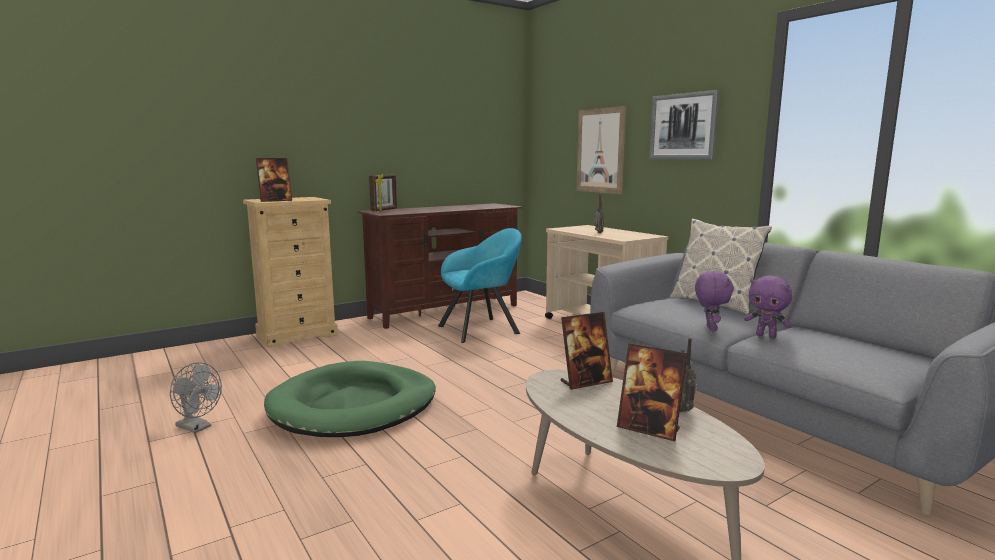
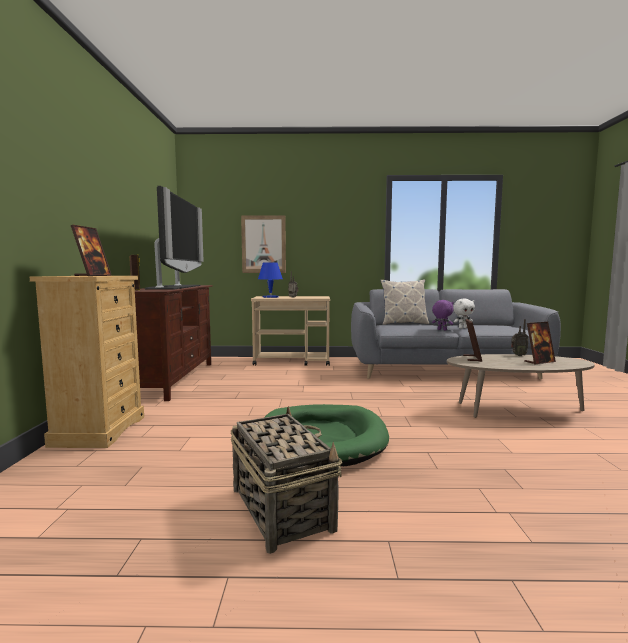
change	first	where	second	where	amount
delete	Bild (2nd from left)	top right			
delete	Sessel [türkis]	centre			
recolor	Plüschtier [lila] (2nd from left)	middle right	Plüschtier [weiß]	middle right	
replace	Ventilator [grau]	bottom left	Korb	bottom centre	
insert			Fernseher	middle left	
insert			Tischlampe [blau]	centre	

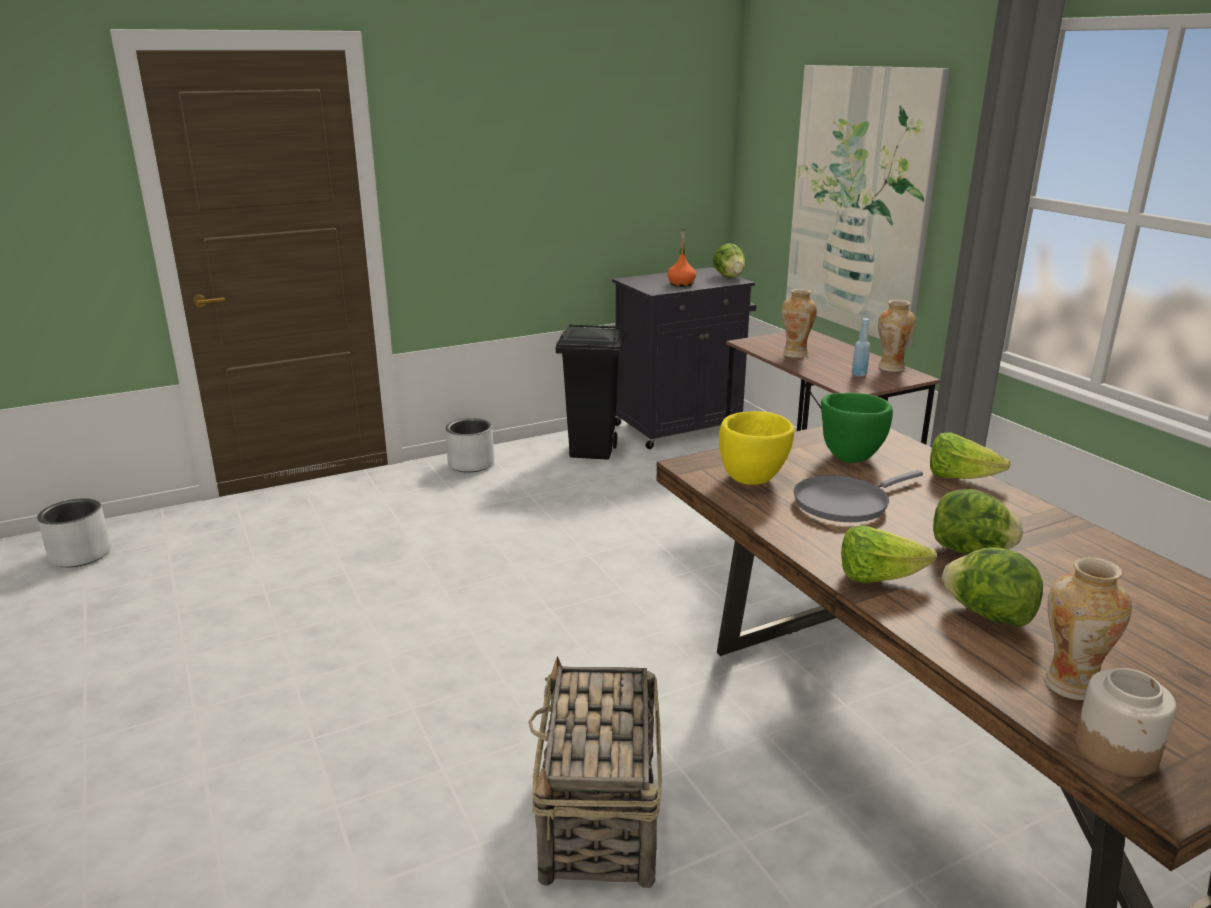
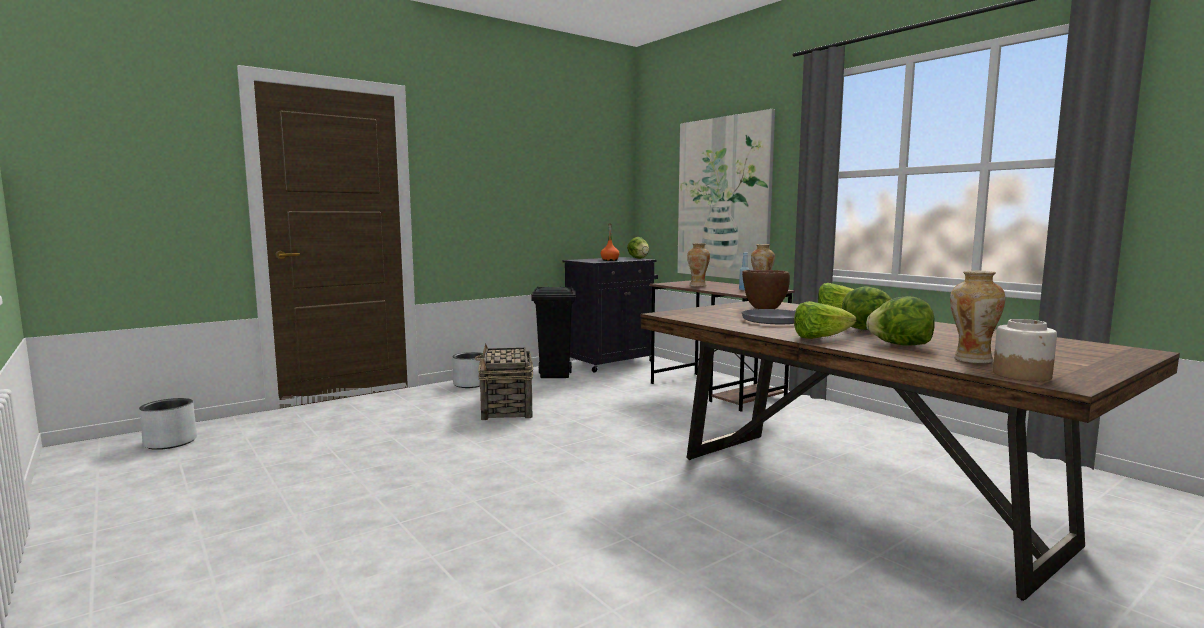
change	first	where	second	where	amount
recolor	Schüssel [grün]	middle right	Schüssel [braun]	centre	
delete	Schüssel [gelb]	centre			
move	Korb	bottom centre		centre	

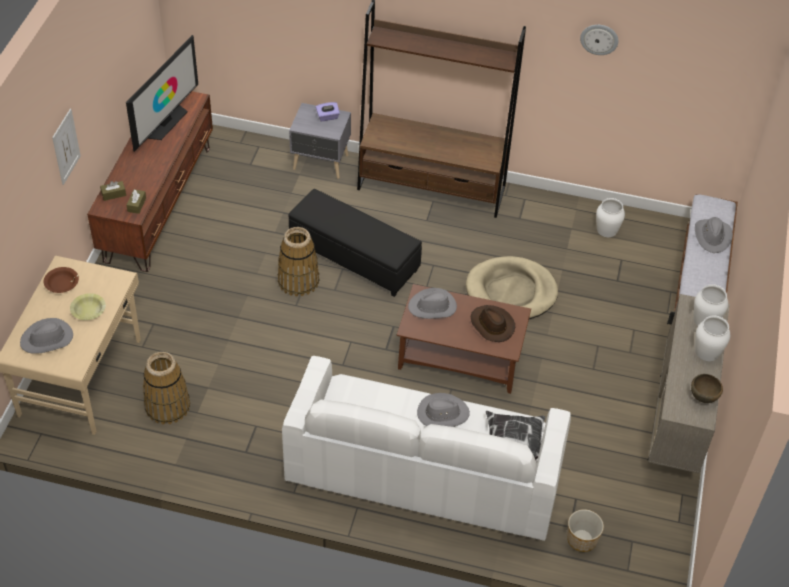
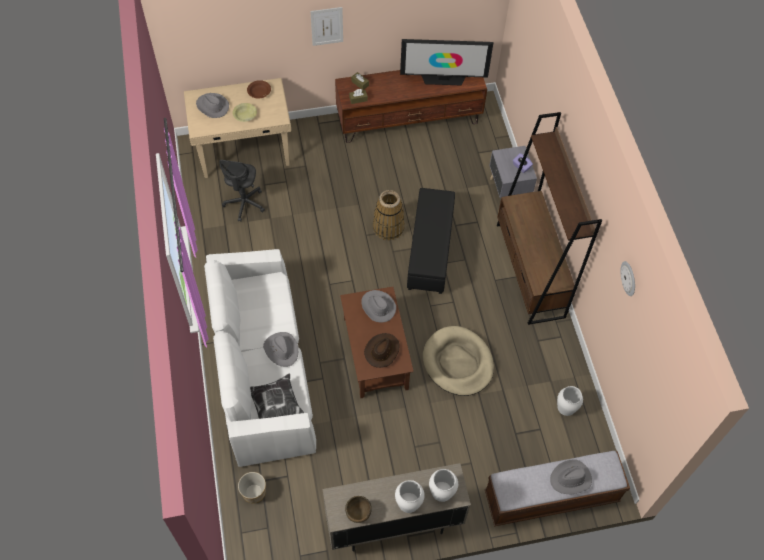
change	first	where	second	where	amount
replace	Korb (1st from left)	middle left	Bürostuhl [grau]	middle left	

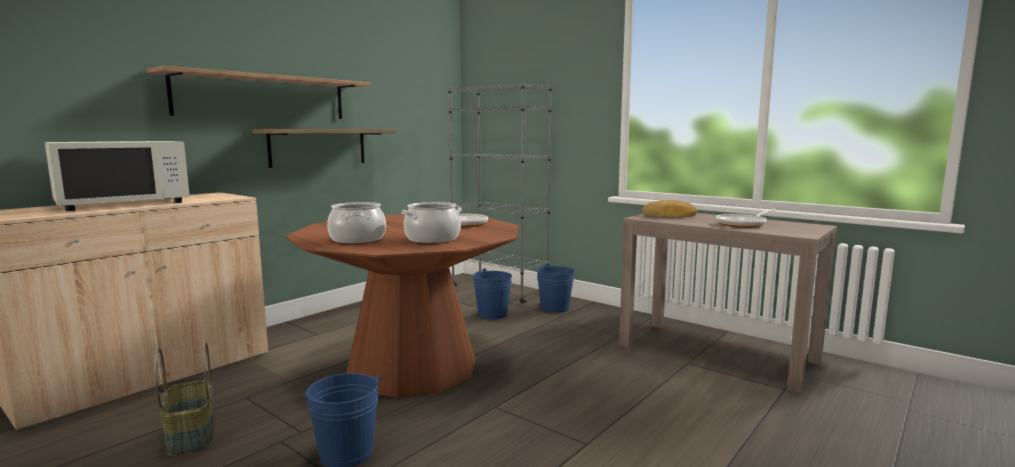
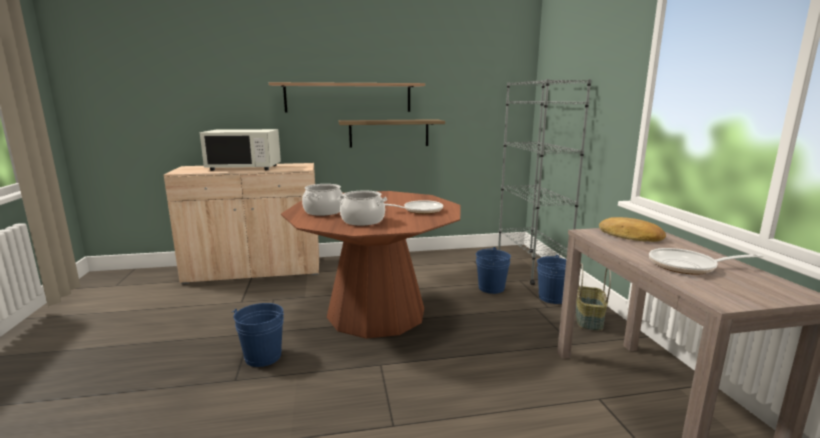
change	first	where	second	where	amount
move	Korb	bottom left		bottom right	

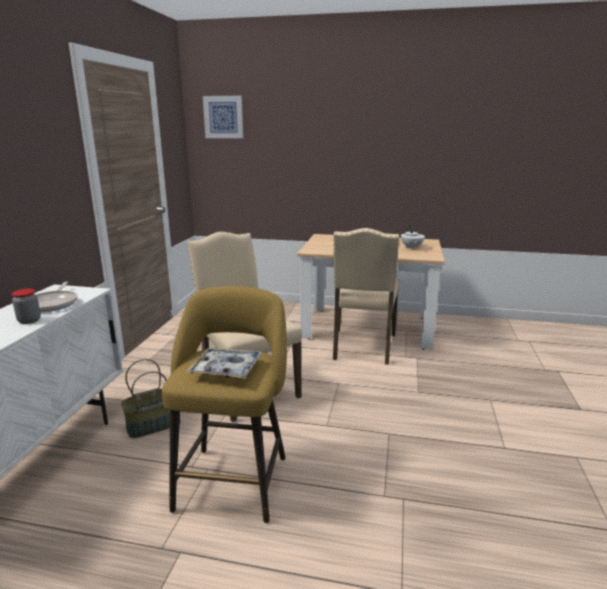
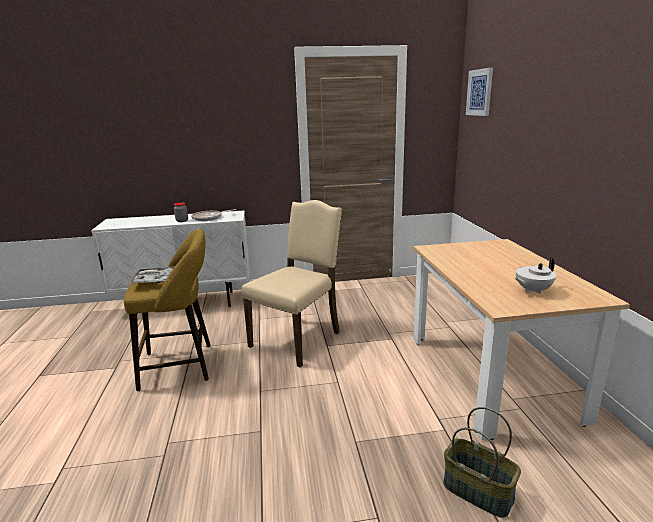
change	first	where	second	where	amount
delete	Stuhl [beige] (2nd from left)	centre			
move	Korb	bottom left		bottom right	

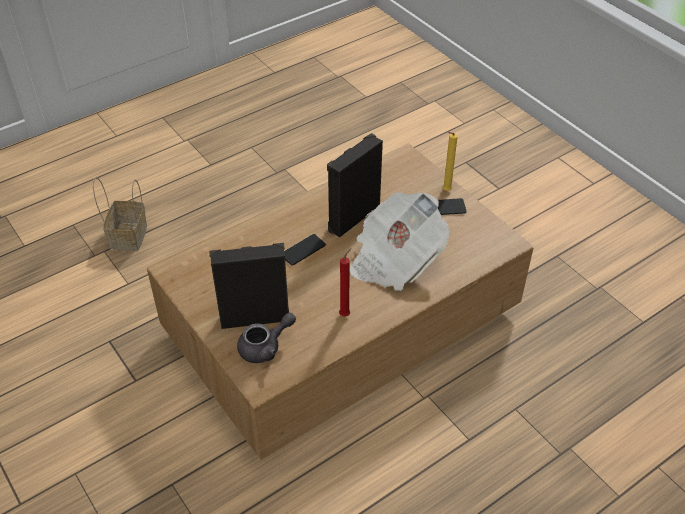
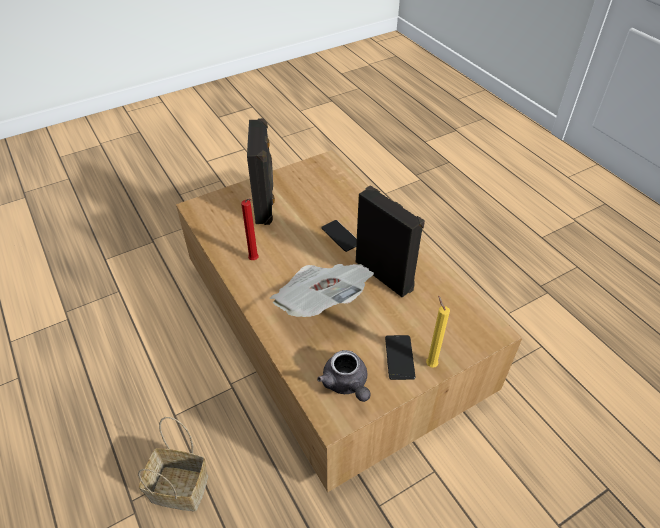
change	first	where	second	where	amount
move	Korb	middle left		bottom left	
move	Teekanne [grau]	centre		bottom centre	

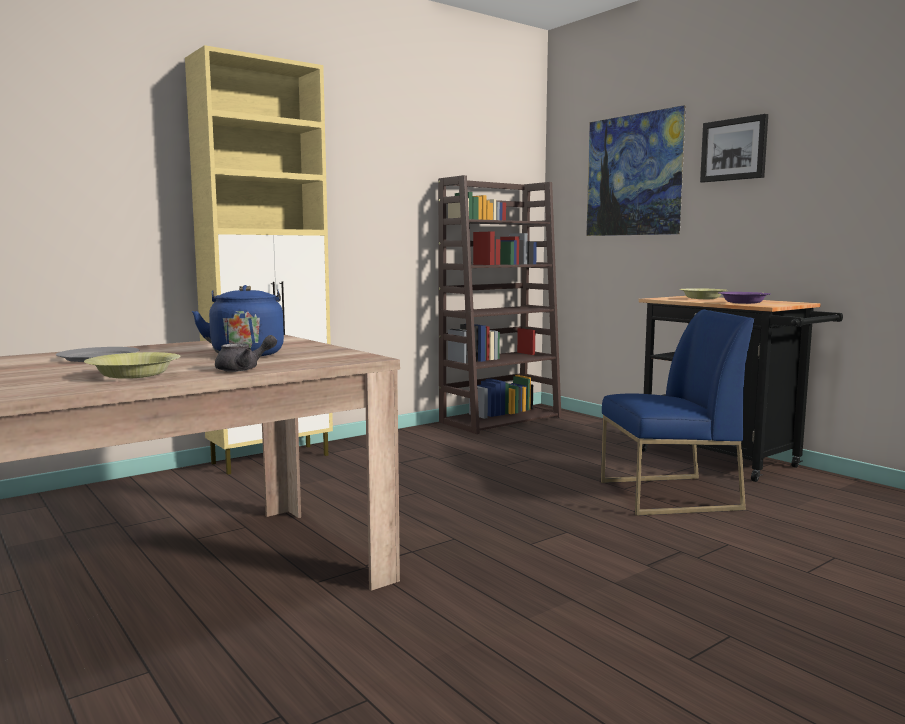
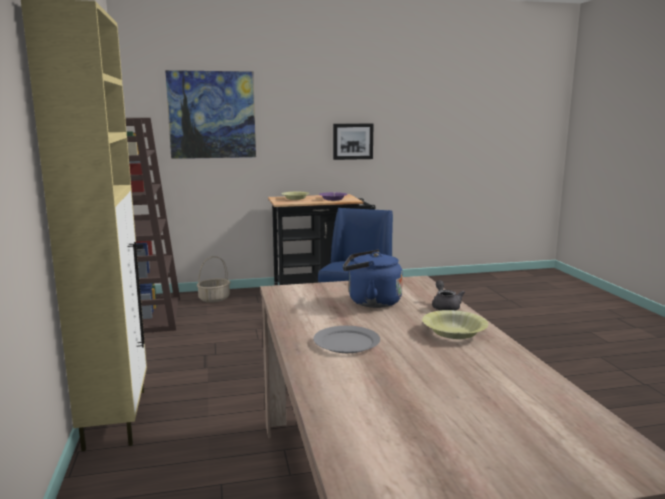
change	first	where	second	where	amount
move	Bild (2nd from left)	top right		top centre	
insert			Korb	middle left	

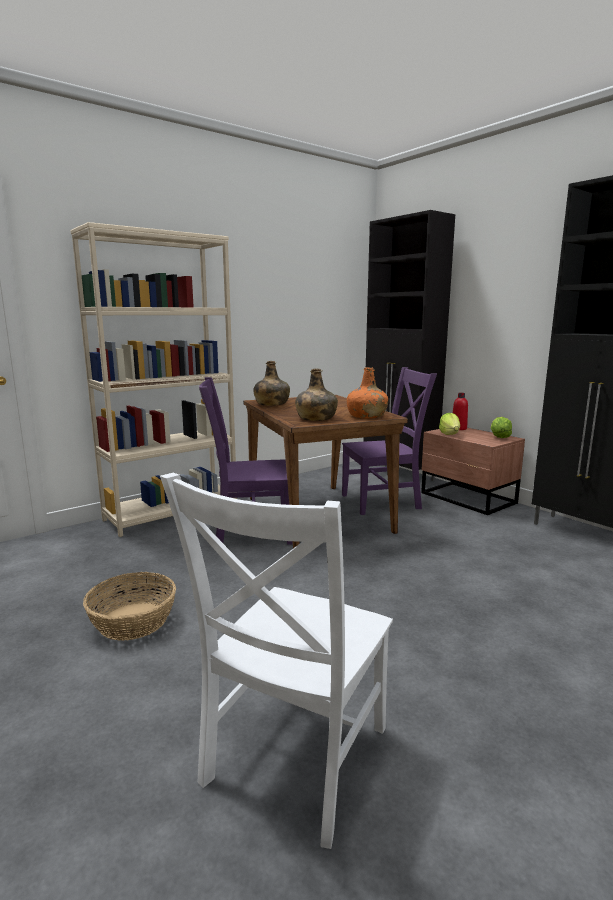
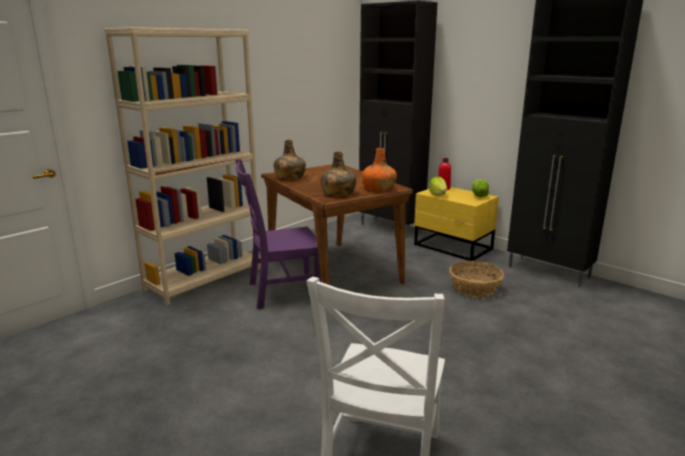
change	first	where	second	where	amount
delete	Stuhl [lila] (2nd from left)	centre			
recolor	Nachttisch [braun]	middle right	Nachttisch [gelb]	centre	
move	Korb	bottom left		middle right	

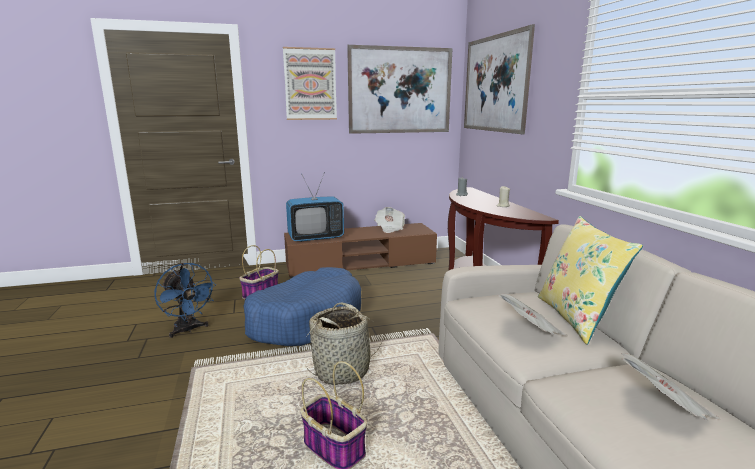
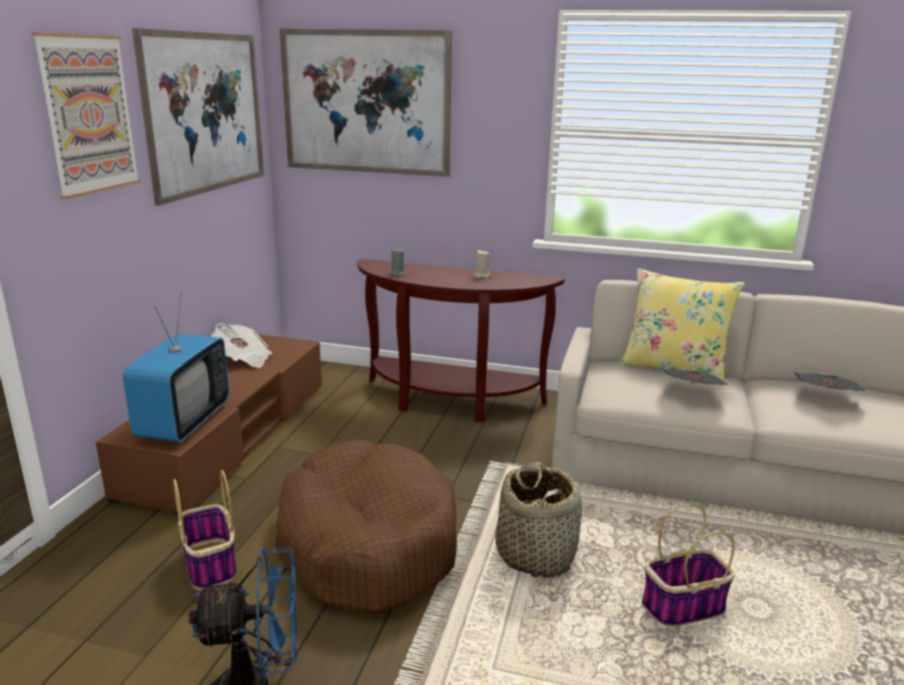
change	first	where	second	where	amount
recolor	Hundebett [blau]	centre	Hundebett [braun]	bottom centre	

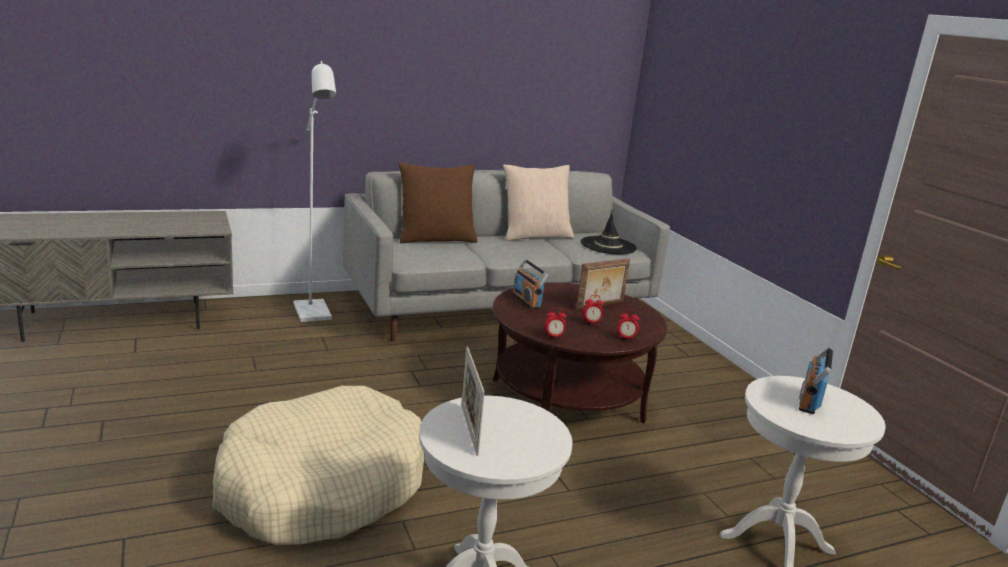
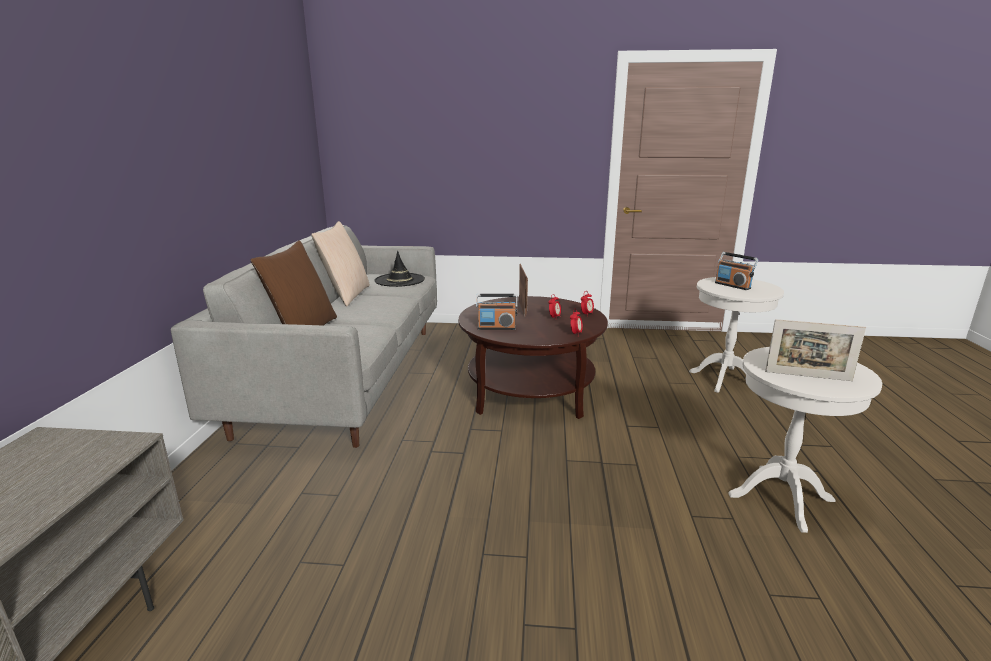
change	first	where	second	where	amount
delete	Stehlampe [weiß]	middle left			
delete	Hundebett [beige]	bottom left			

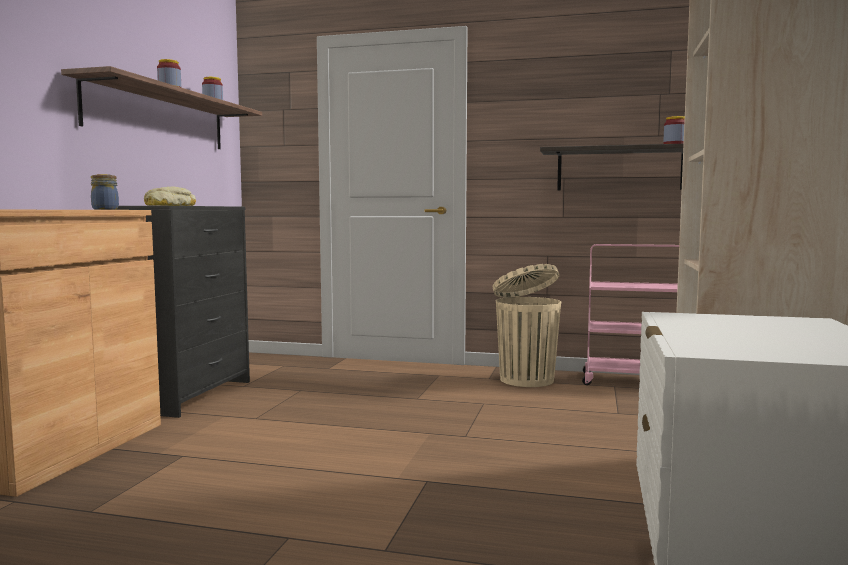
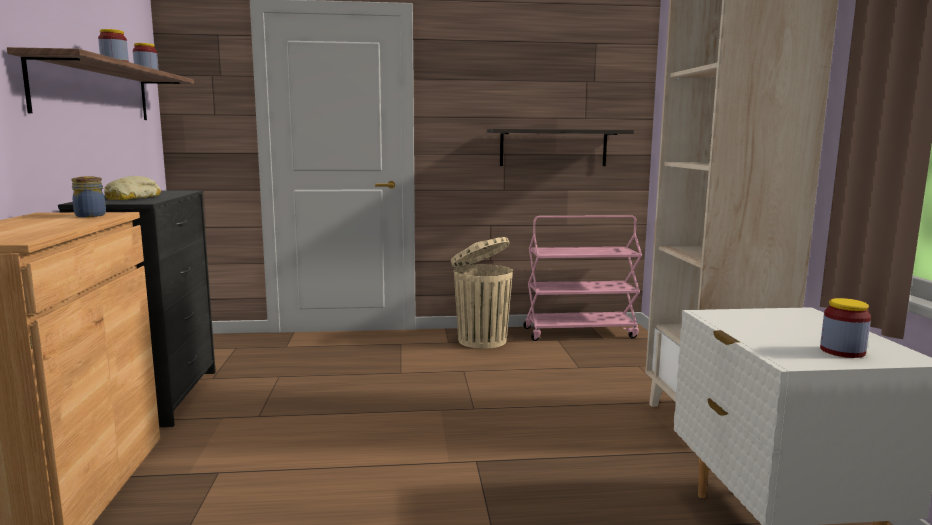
change	first	where	second	where	amount
move	Vorratsglas (4th from left)	top right		middle right	

